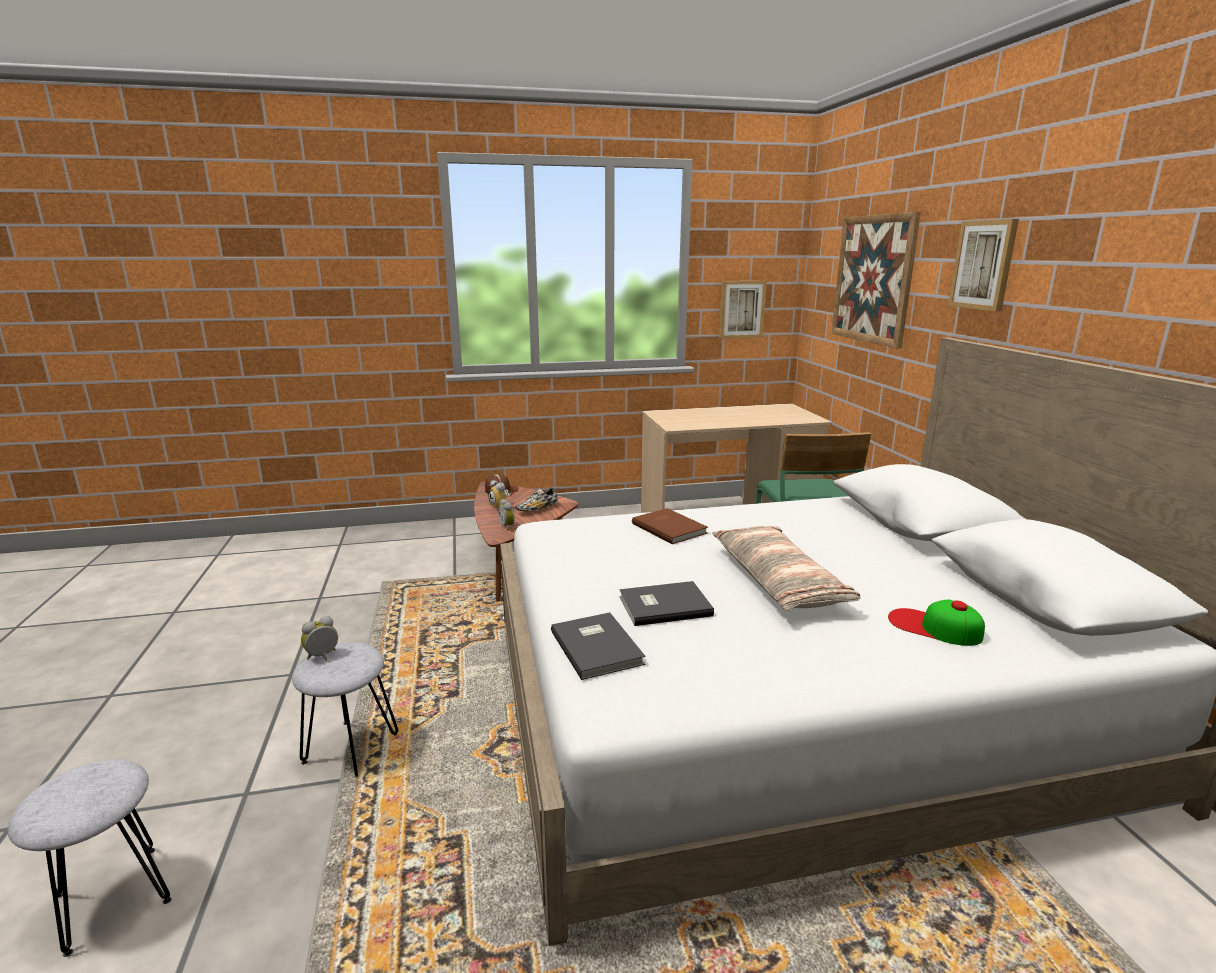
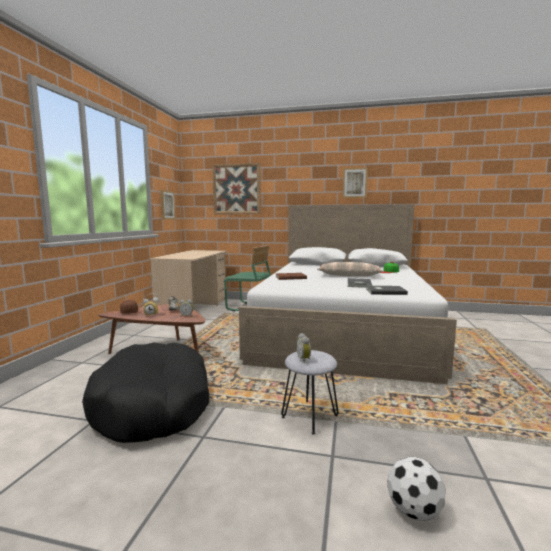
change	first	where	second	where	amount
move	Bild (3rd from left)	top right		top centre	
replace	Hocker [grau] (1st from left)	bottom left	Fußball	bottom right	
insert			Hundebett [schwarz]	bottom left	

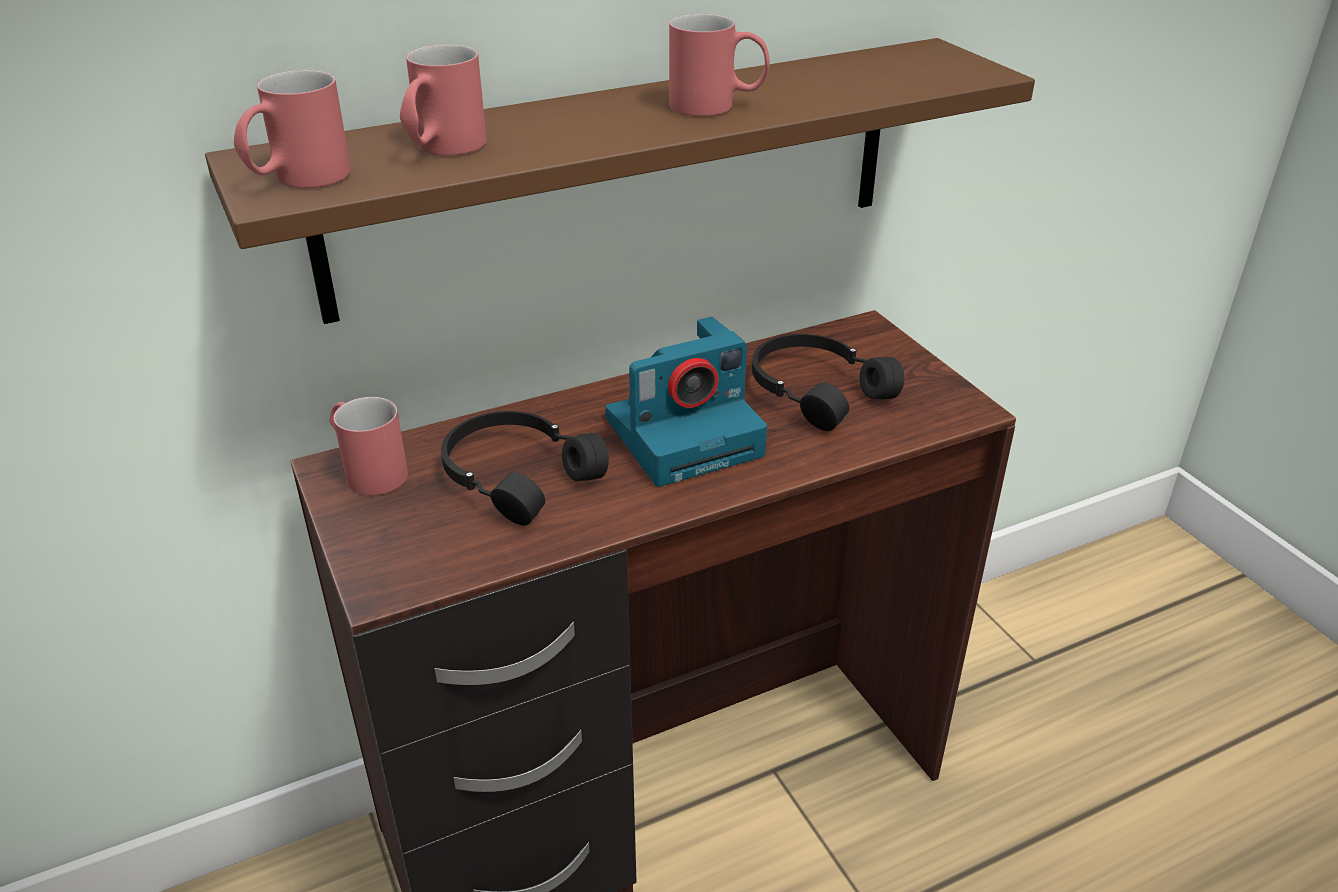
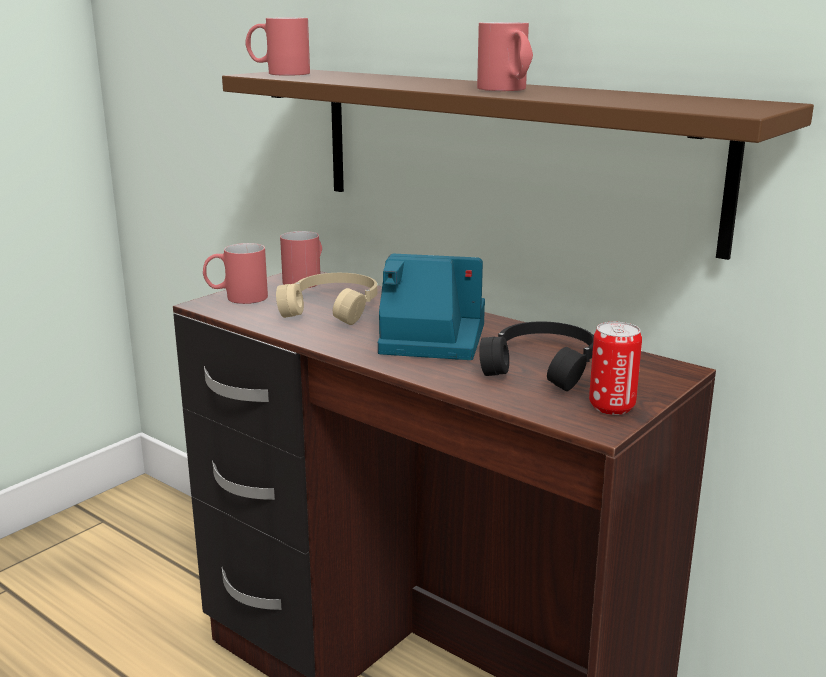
change	first	where	second	where	amount
move	Henkelbecher [rot] (3rd from left in the first image)	top left	Henkelbecher [rot] (1st from left)	middle left	
rotate	Kamera	centre		centre	150 degrees clockwise
recolor	Kopfhörer [schwarz] (1st from left)	centre	Kopfhörer [beige]	centre	
insert			Dose	middle right	

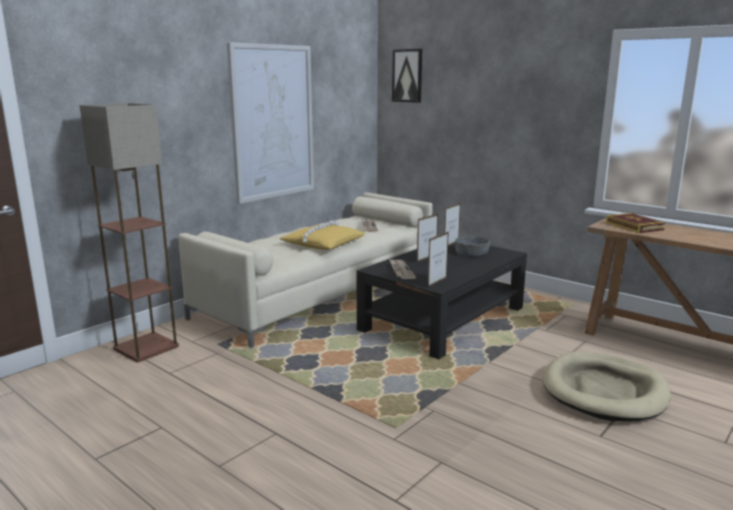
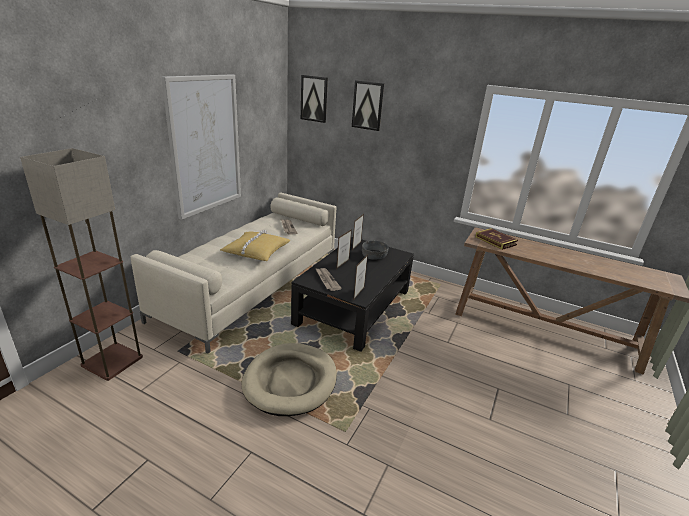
change	first	where	second	where	amount
move	Hundebett [beige]	bottom right		bottom centre	
insert			Bild (3rd from left)	top centre	

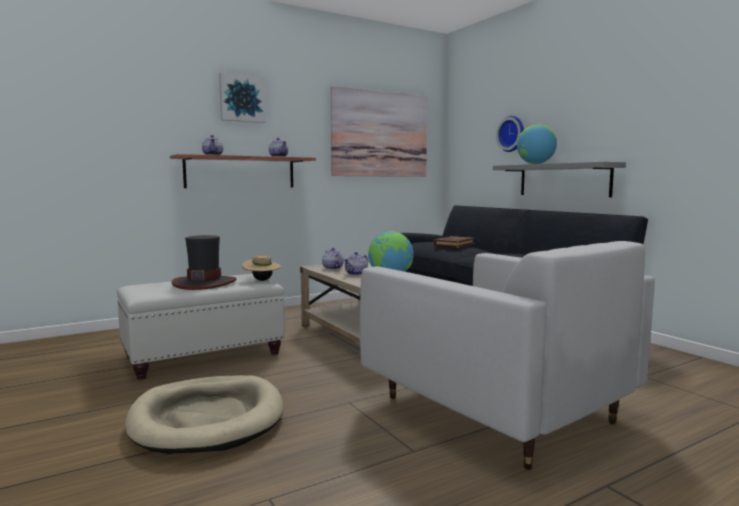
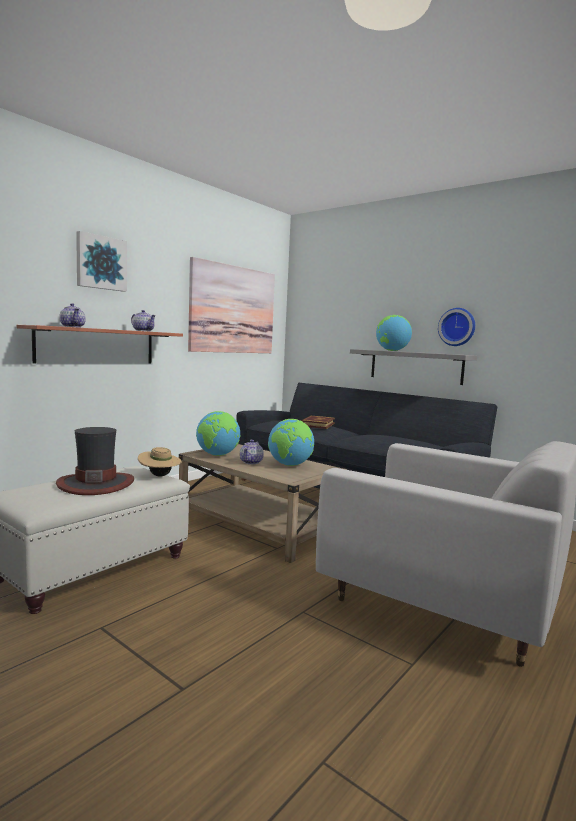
change	first	where	second	where	amount
move	Wanduhr	top right		middle right	
replace	Teekanne (3rd from left)	centre	Globus (1st from left)	centre	
delete	Hundebett [beige]	bottom left			

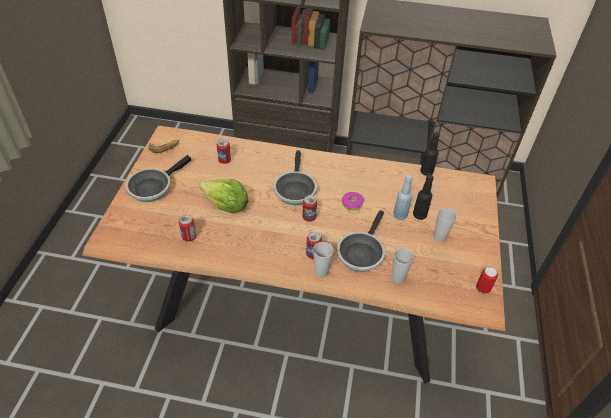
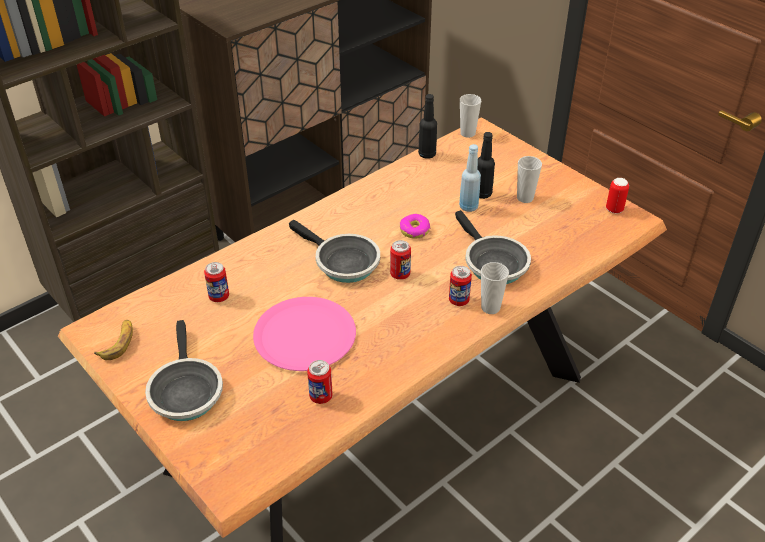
change	first	where	second	where	amount
replace	Salatkopf	centre	Teller [rosa]	centre	
move	Tasse (2nd from left in the first image)	centre	Tasse (1st from left)	top centre	

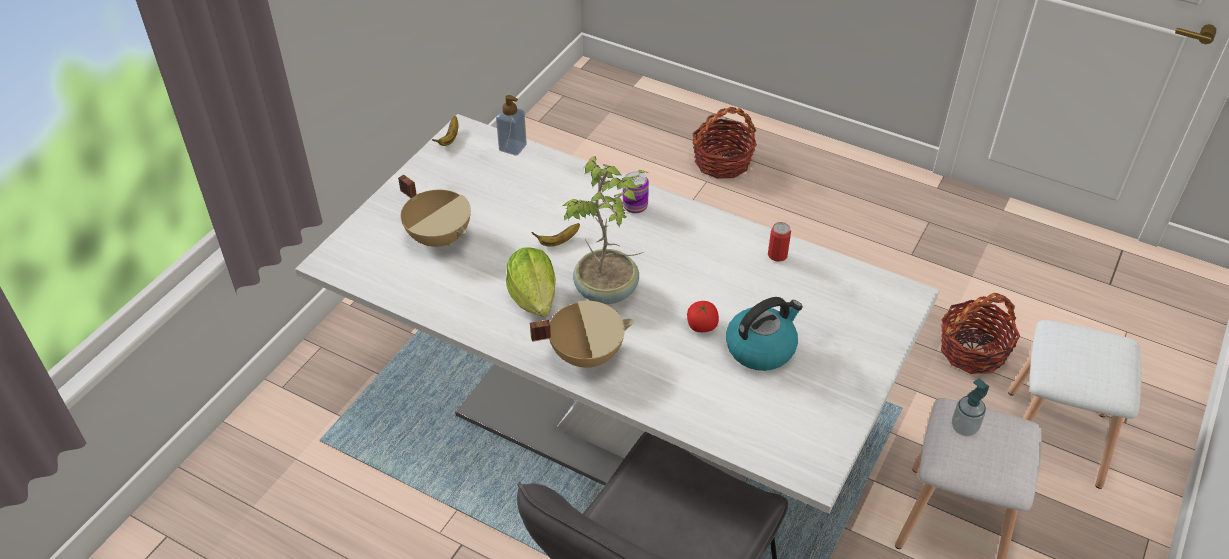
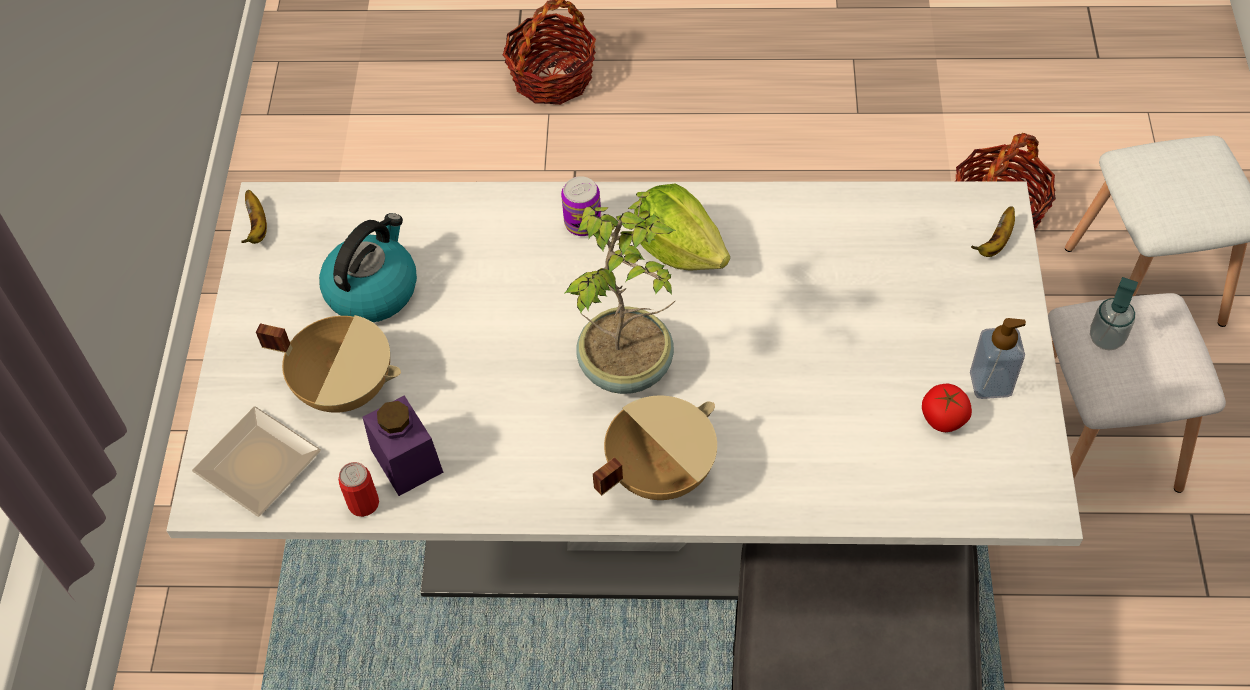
change	first	where	second	where	amount
move	Seifenspender (1st from left)	top centre		middle right	
move	Dose (2nd from left in the first image)	centre	Dose (1st from left)	bottom left	
move	Banane (2nd from left)	centre		middle right	
move	Salatkopf	centre		top centre	
move	Wasserkessel	centre		middle left	
move	Tomate	centre		middle right	
insert			Vorratsglas [lila]	middle left	
insert			Teller	bottom left	

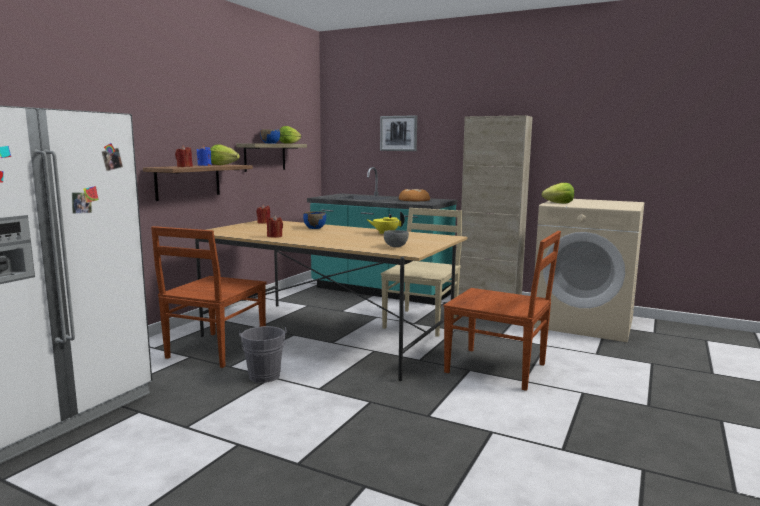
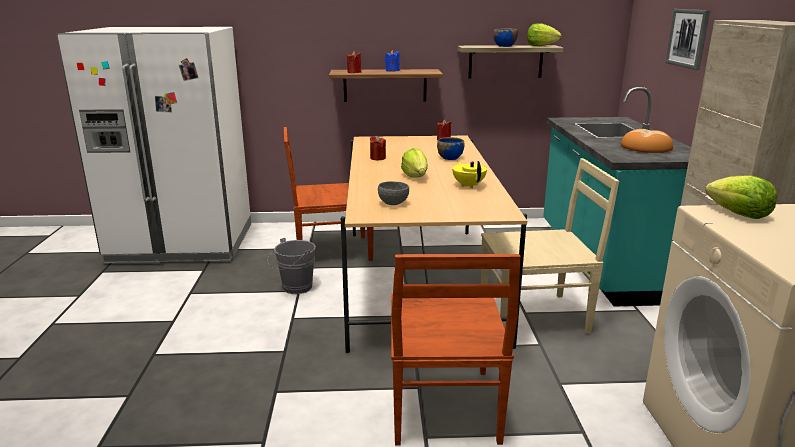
change	first	where	second	where	amount
move	Salatkopf (1st from left)	top left		centre	

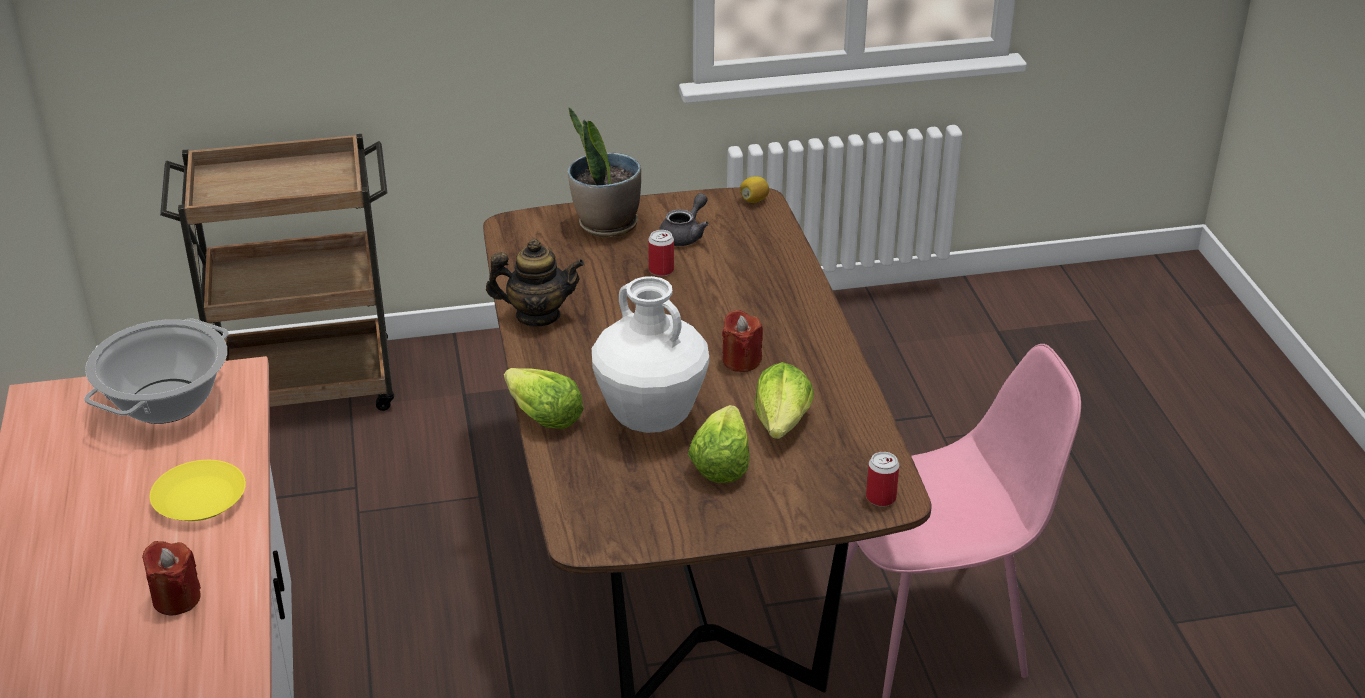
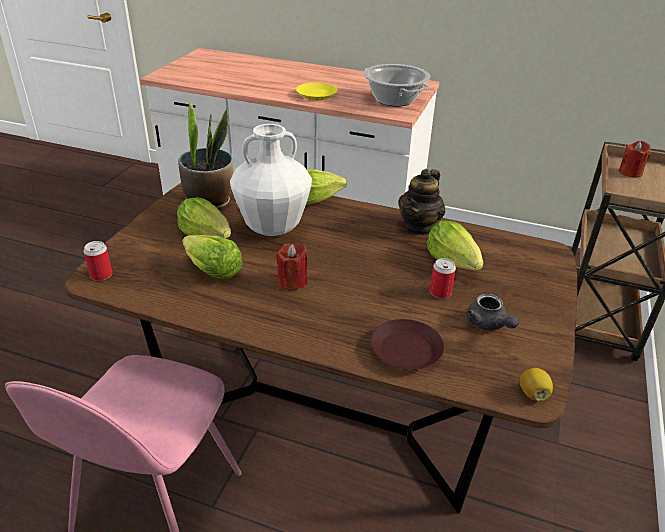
change	first	where	second	where	amount
move	Topfpflanze	top centre		top left	
move	Kerze [rot] (1st from left in the first image)	bottom left	Kerze [rot] (2nd from left)	top right	
insert			Salatkopf (4th from left)	middle right	
insert			Teller [braun]	centre	

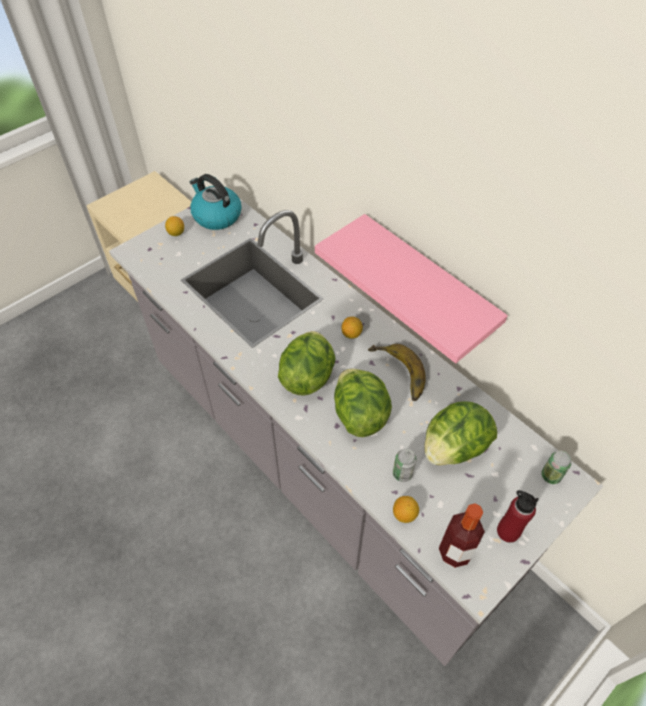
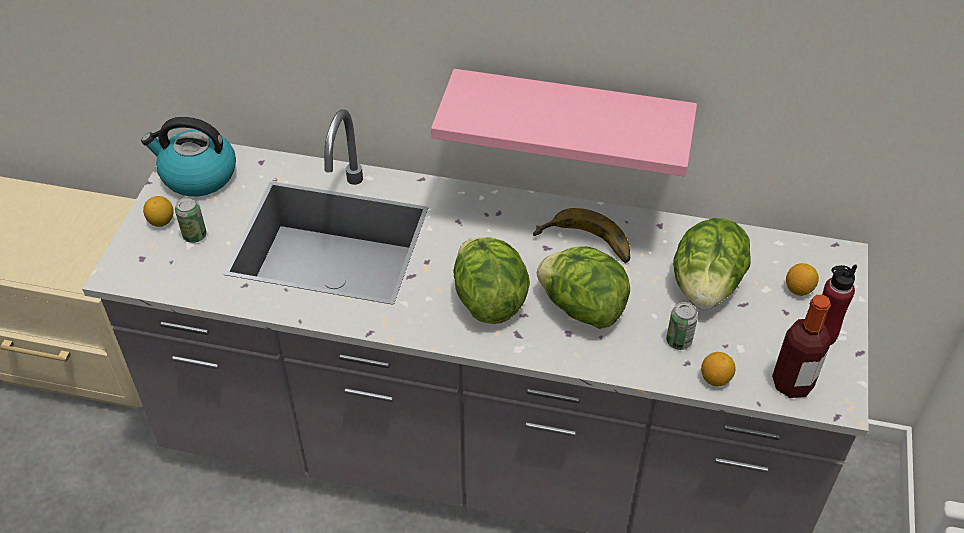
change	first	where	second	where	amount
move	Zitrone (2nd from left in the first image)	centre	Zitrone (3rd from left)	middle right	
move	Dose (2nd from left in the first image)	middle right	Dose (1st from left)	middle left	

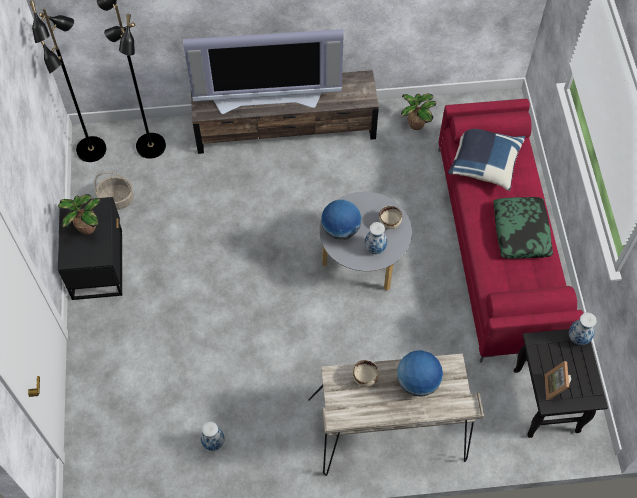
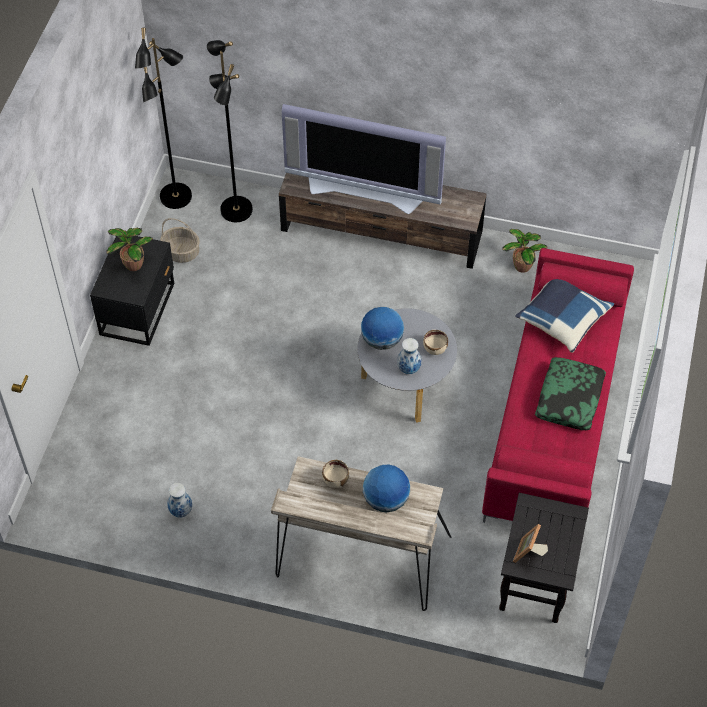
change	first	where	second	where	amount
delete	Vase (3rd from left)	middle right			

